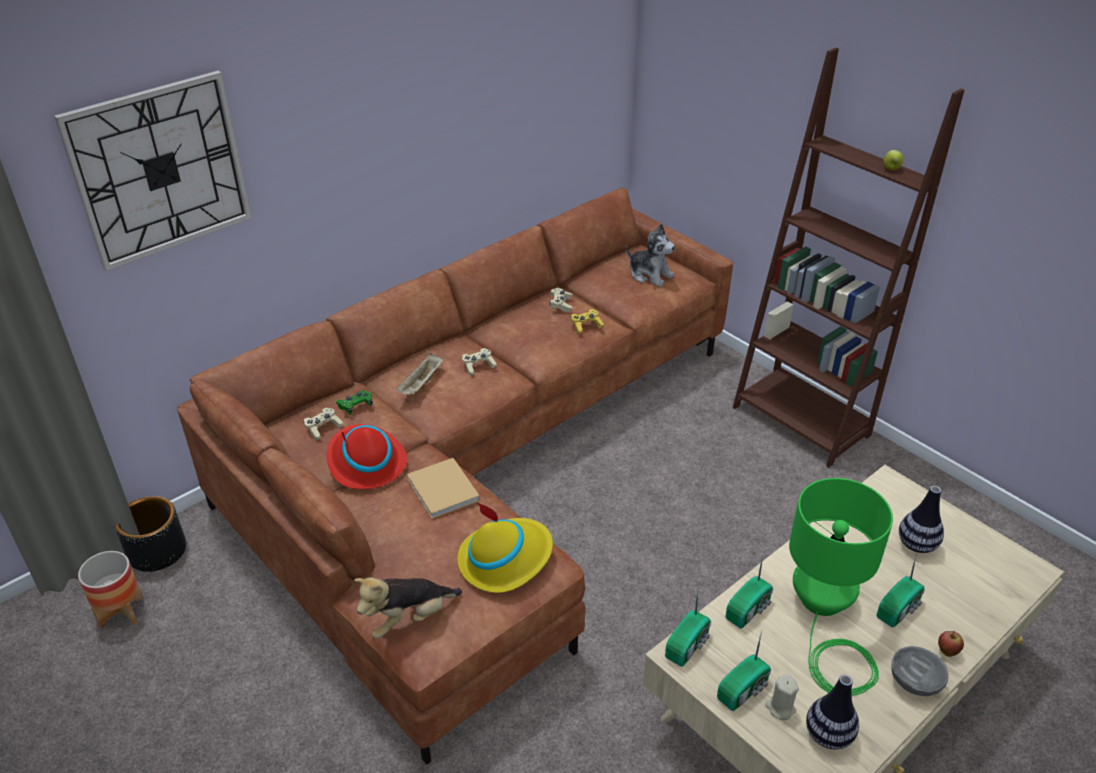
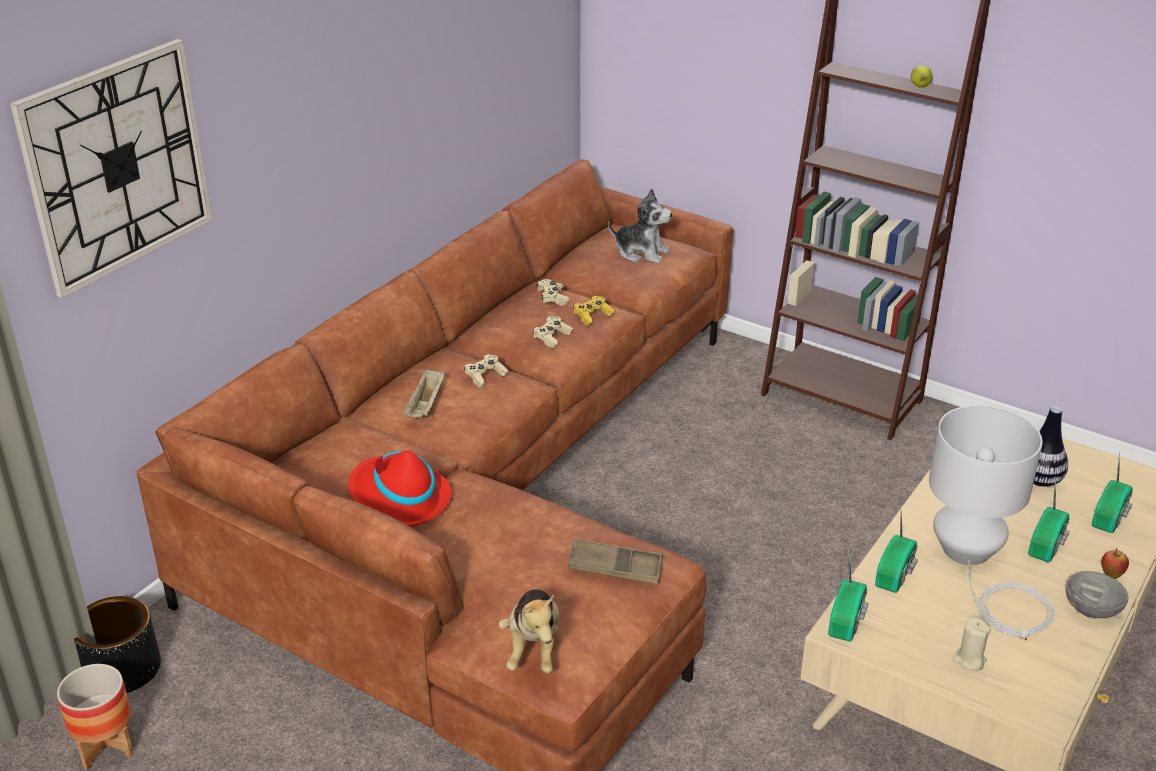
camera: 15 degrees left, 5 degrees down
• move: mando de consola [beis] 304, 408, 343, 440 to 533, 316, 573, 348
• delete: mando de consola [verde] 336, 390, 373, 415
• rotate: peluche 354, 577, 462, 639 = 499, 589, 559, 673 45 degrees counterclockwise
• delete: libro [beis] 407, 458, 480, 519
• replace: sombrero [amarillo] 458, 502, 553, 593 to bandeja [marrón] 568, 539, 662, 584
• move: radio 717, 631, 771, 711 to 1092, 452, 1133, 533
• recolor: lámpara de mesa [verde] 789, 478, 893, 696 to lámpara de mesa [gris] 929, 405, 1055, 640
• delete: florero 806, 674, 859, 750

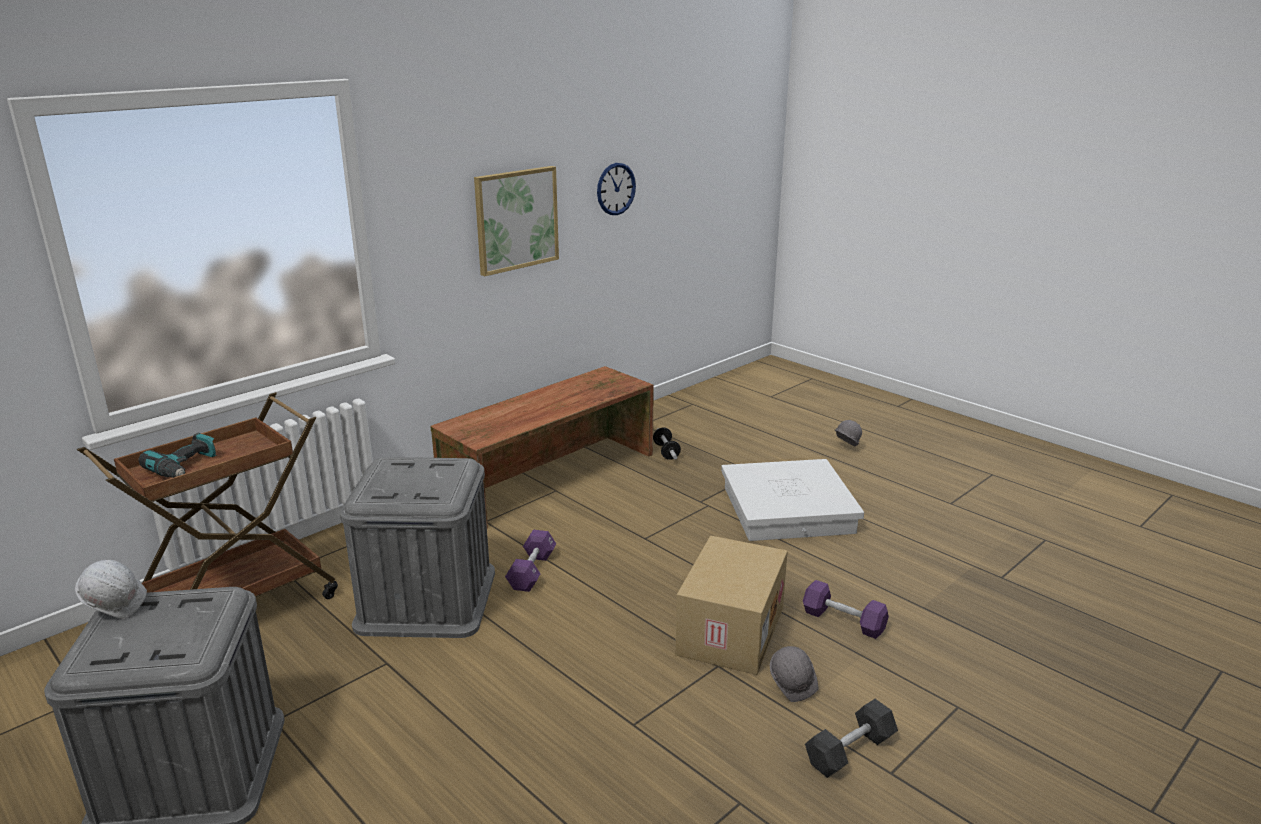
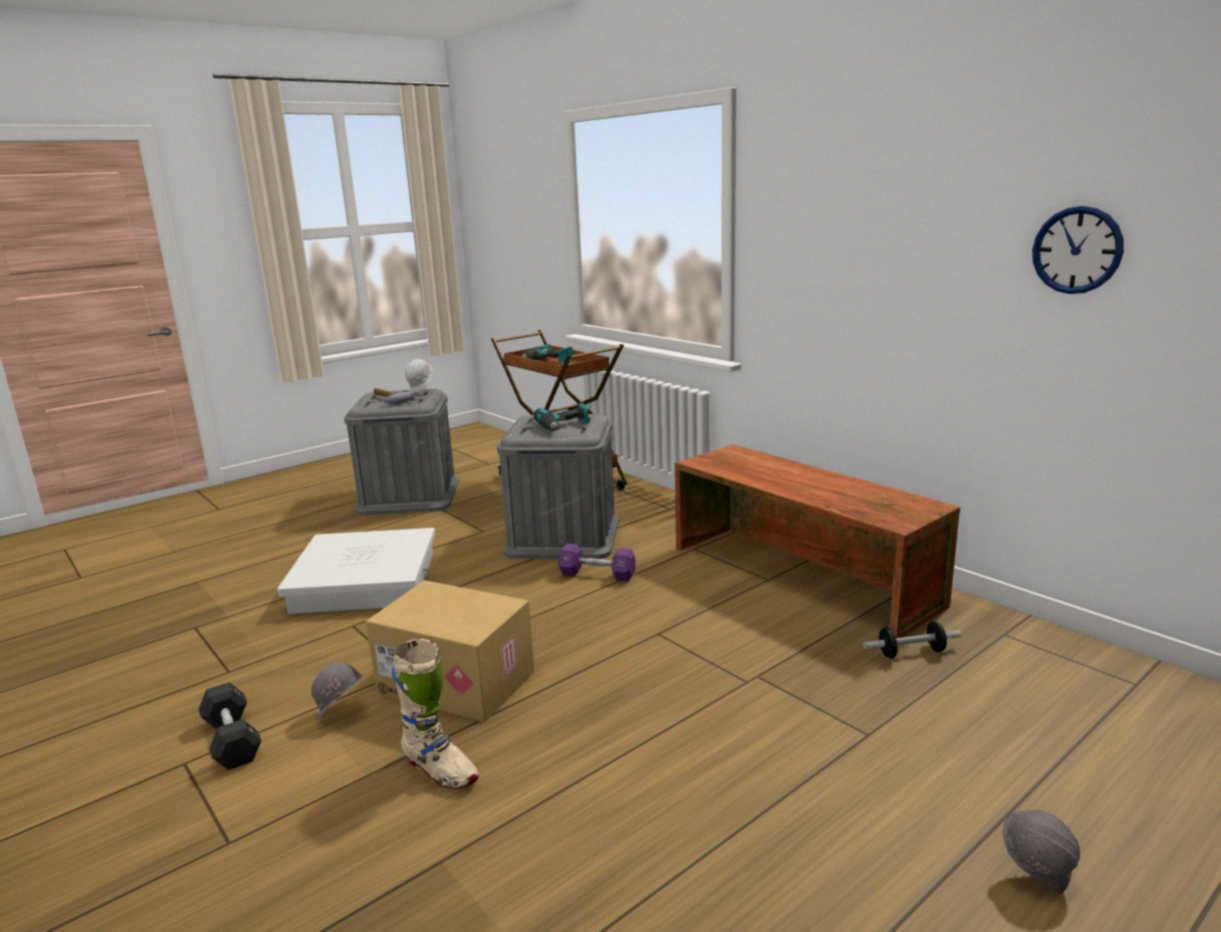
camera: 95 degrees right, 5 degrees down
• delete: cuadro 474, 166, 559, 276
• move: caja de almacenaje [blanco] 721, 459, 864, 541 to 277, 528, 435, 614
• replace: mancuerna [morado] 803, 580, 889, 639 to bota [beis] 392, 638, 479, 789
• insert: martillo 373, 388, 415, 404
• insert: taladro 534, 403, 590, 431

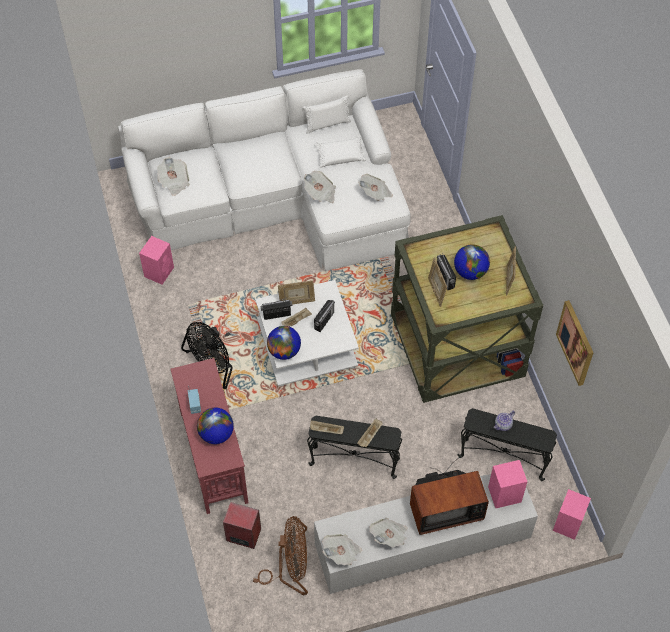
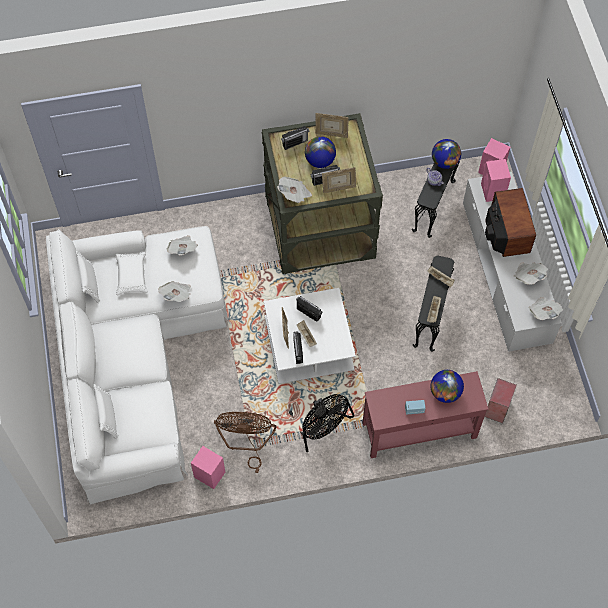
camera: 85 degrees left, 5 degrees up
• move: periódico 157, 157, 190, 196 to 277, 176, 312, 203
• move: ventilador [marrón] 252, 516, 308, 596 to 214, 412, 277, 473
• move: globo terráqueo 267, 326, 301, 360 to 432, 139, 461, 169
• delete: cuadro 556, 300, 593, 386
• insert: cojín [blanco] 93, 384, 118, 439
• insert: radio 281, 126, 309, 150

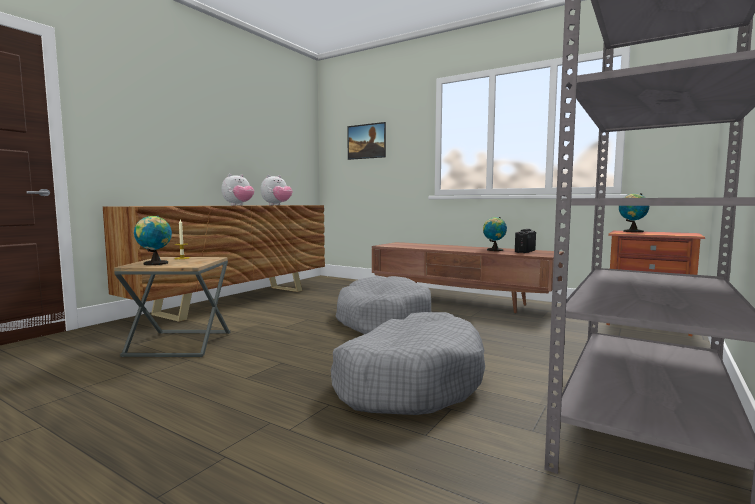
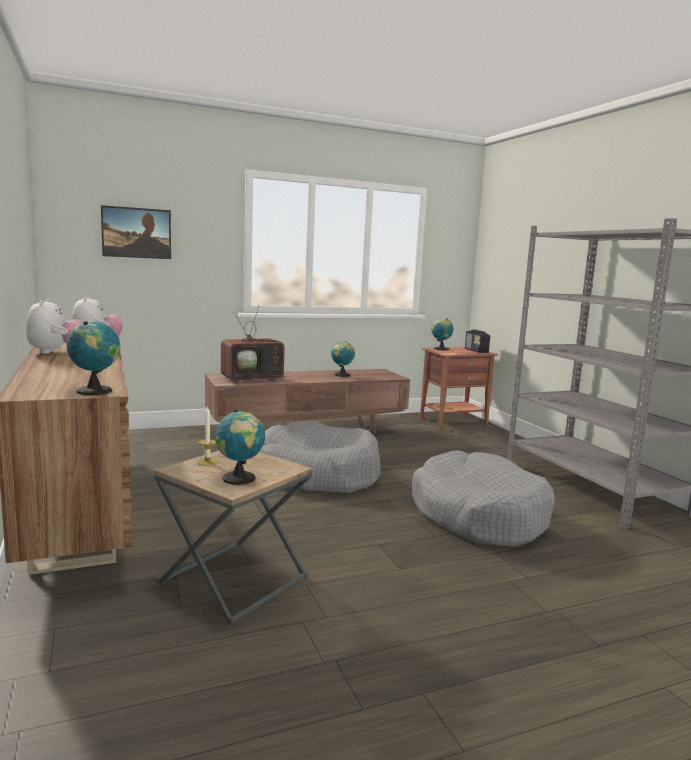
camera: 55 degrees left, 5 degrees up
• move: radio 515, 229, 536, 253 to 465, 329, 490, 353
• insert: globo terráqueo 66, 321, 120, 395
• insert: televisor 221, 306, 286, 383

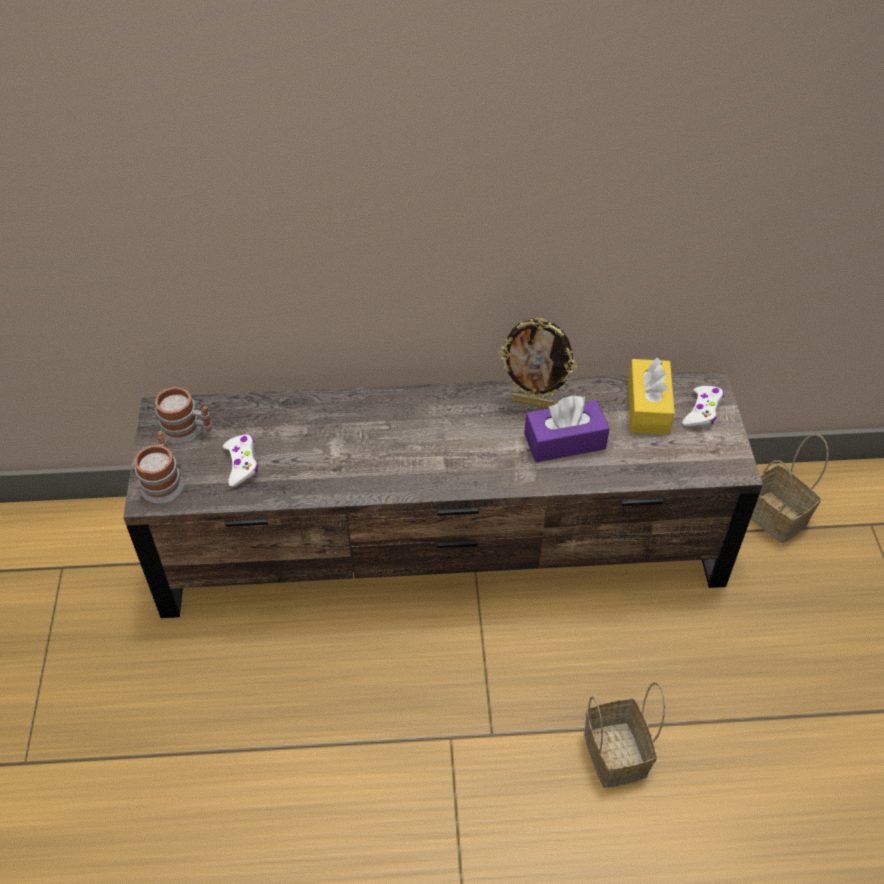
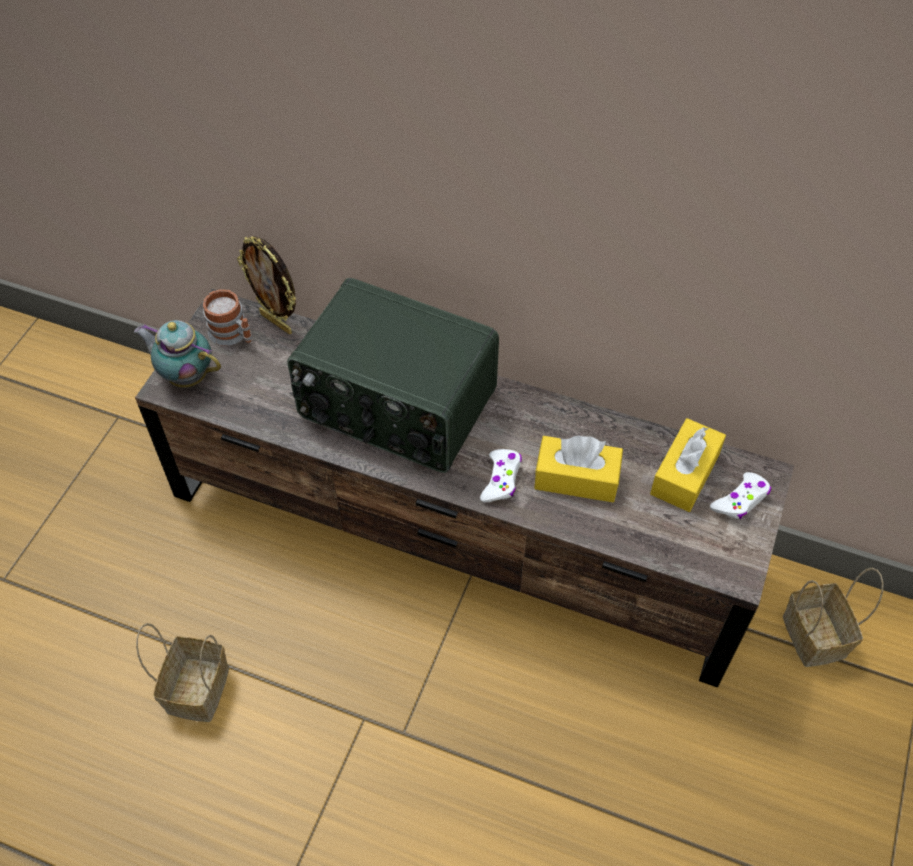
camera: 25 degrees right, 5 degrees up
• replace: taza grande 134, 431, 183, 503 to tetera 134, 320, 221, 388
• move: mando de consola [blanco] 223, 435, 258, 487 to 480, 449, 522, 503
• move: portarretratos 498, 318, 577, 408 to 237, 236, 296, 334
• recolor: caja de pañuelos [morado] 524, 395, 610, 462 to caja de pañuelos [amarillo] 534, 435, 623, 502
• move: cesta 584, 682, 665, 788 to 136, 623, 229, 722
• insert: radio 287, 278, 499, 473

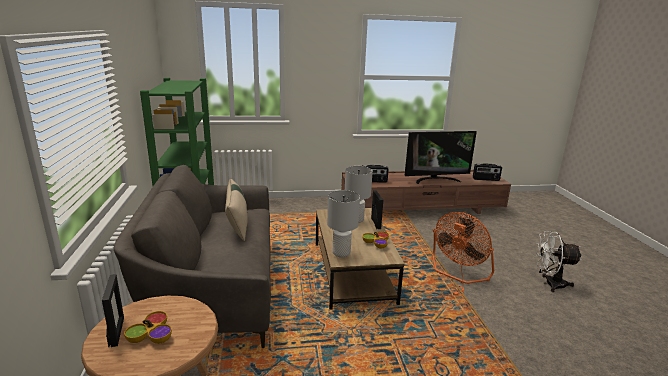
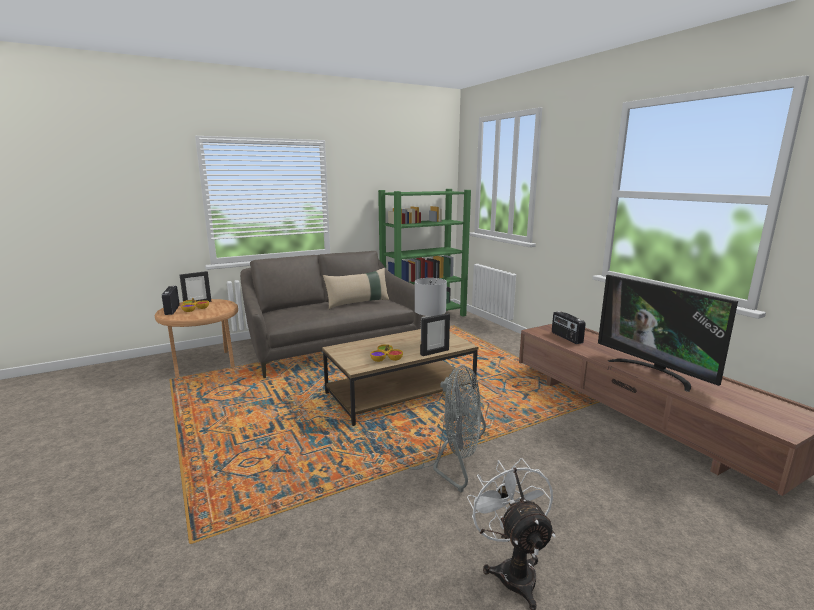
camera: 70 degrees right, 5 degrees down
• delete: lámpara de mesa [gris] 327, 190, 360, 258
• recolor: ventilador [naranja] 432, 212, 494, 295 to ventilador [gris] 396, 365, 486, 492
• move: radio 473, 163, 502, 181 to 162, 286, 180, 315

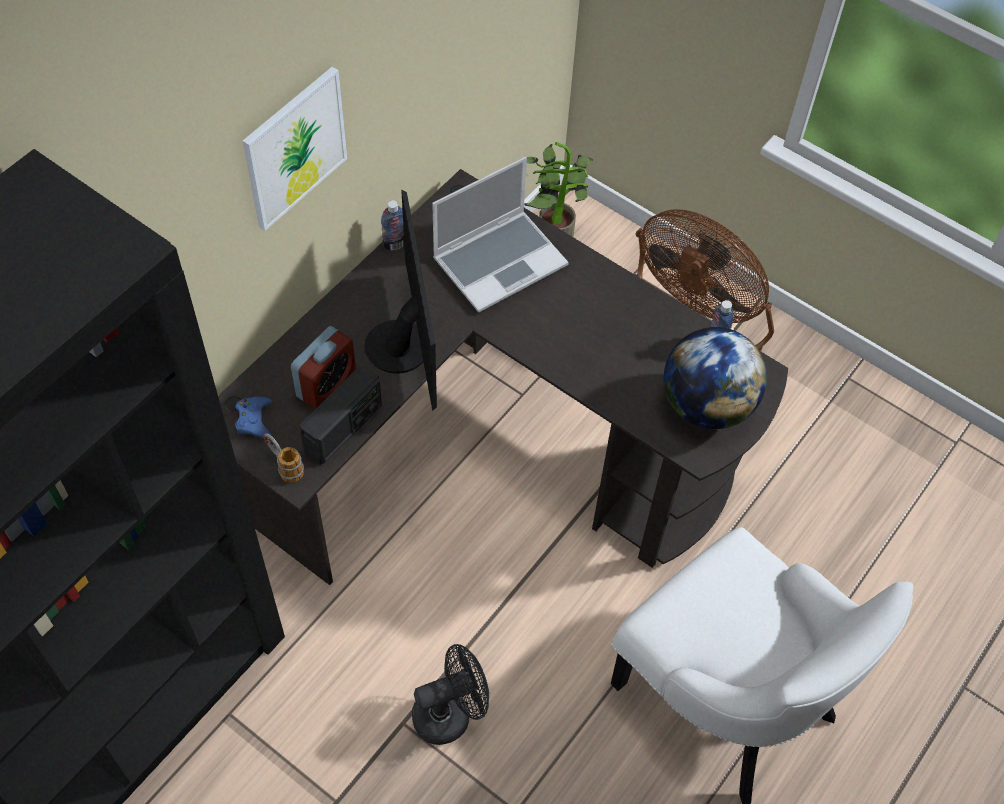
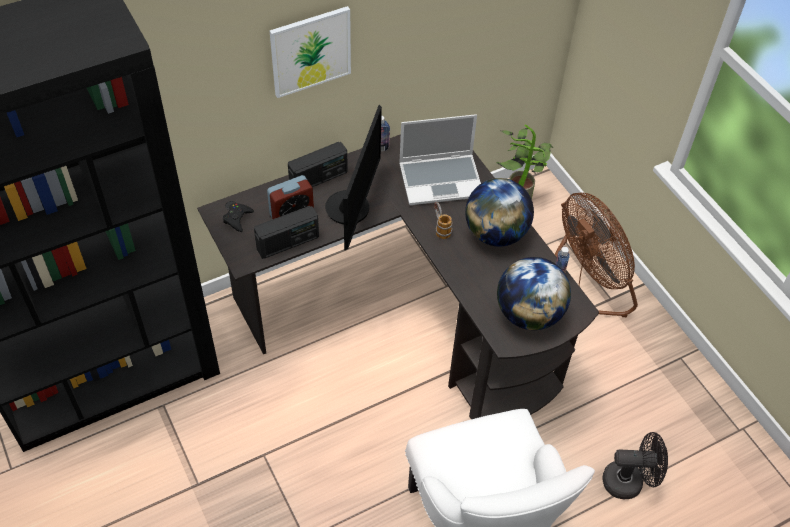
camera: 25 degrees right, 5 degrees down
• recolor: mando de consola [azul] 235, 397, 272, 438 to mando de consola [negro] 223, 203, 254, 232
• move: taza grande 263, 433, 304, 483 to 434, 202, 452, 239
• move: ventilador [negro] 412, 644, 489, 745 to 603, 432, 668, 499
• insert: radio 288, 142, 348, 187
• insert: globo terráqueo 465, 178, 534, 247

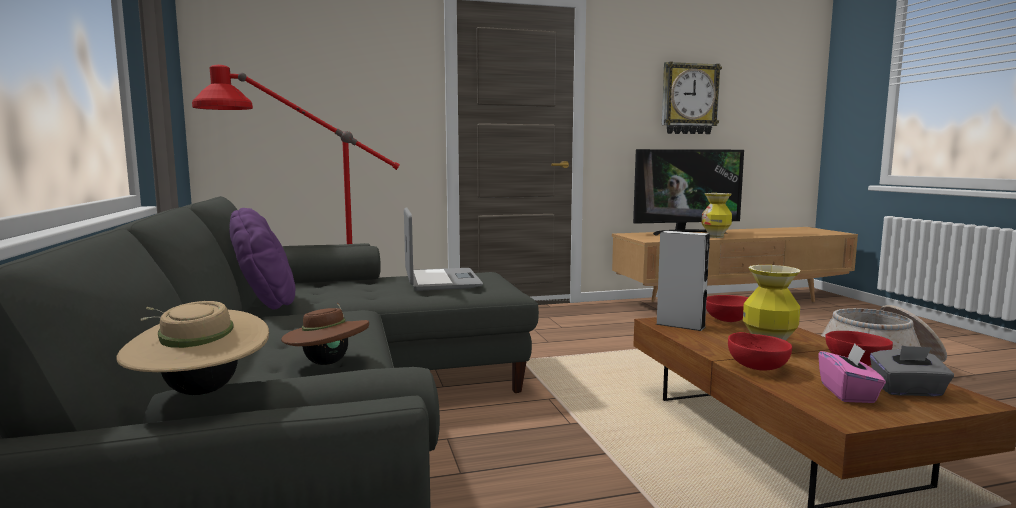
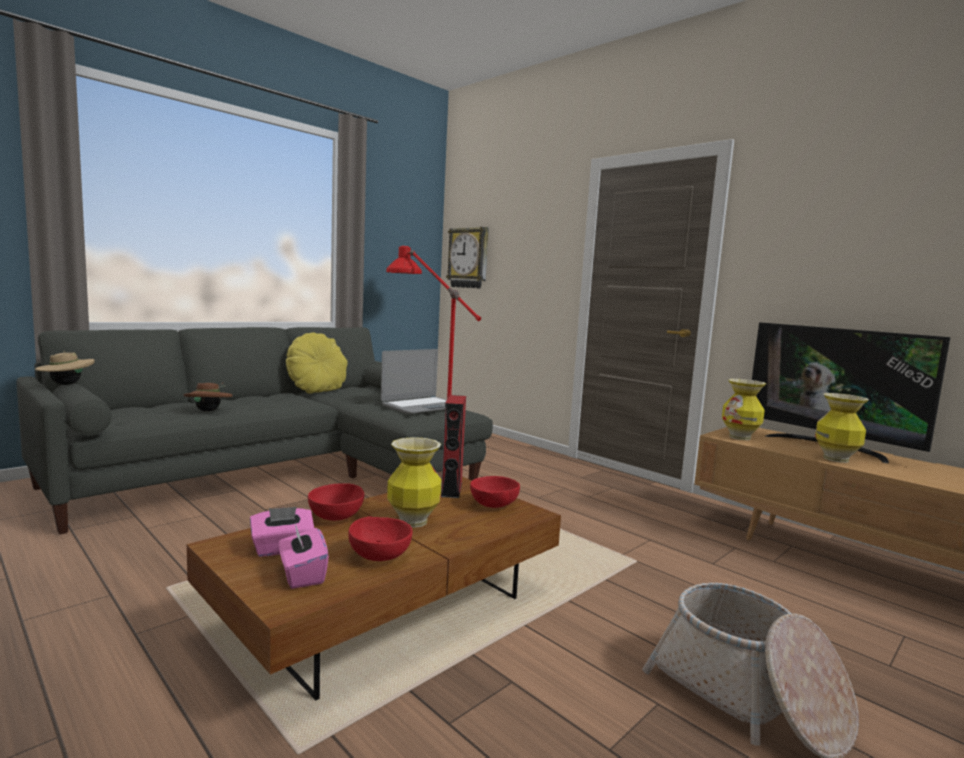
camera: 60 degrees right, 0 degrees up
• recolor: cojín [morado] 230, 208, 295, 310 to cojín [amarillo] 286, 333, 348, 394
• recolor: altavoz [gris] 655, 231, 710, 331 to altavoz [rojo] 441, 395, 466, 498
• move: reloj de pared 662, 61, 722, 134 to 446, 227, 489, 289
• recolor: caja de pañuelos [gris] 870, 346, 954, 396 to caja de pañuelos [rosa] 279, 524, 329, 589
• insert: florero 722, 379, 766, 440

